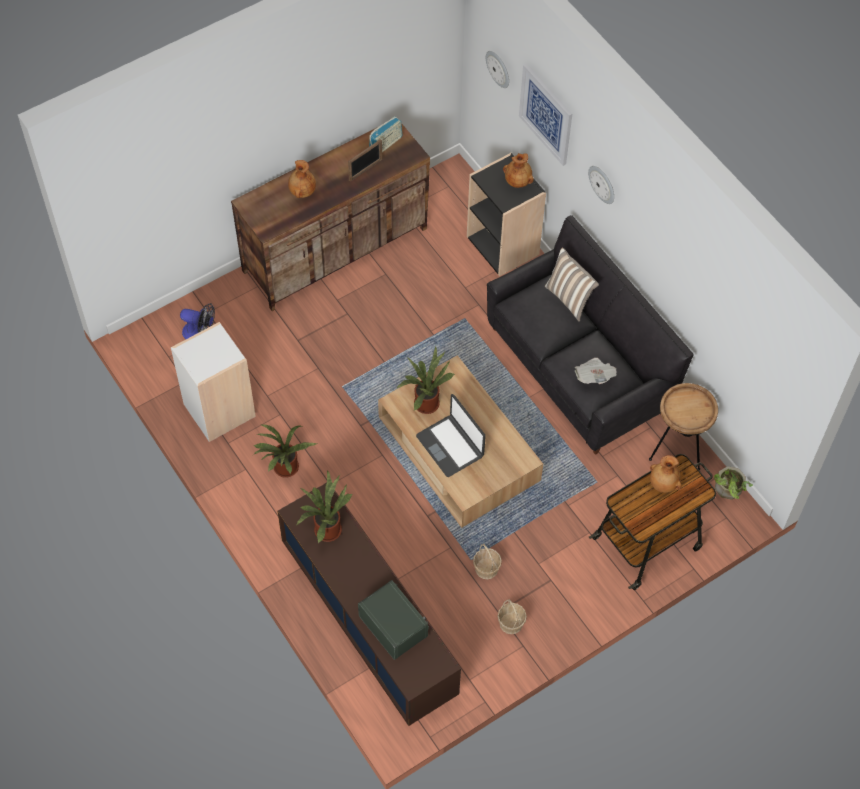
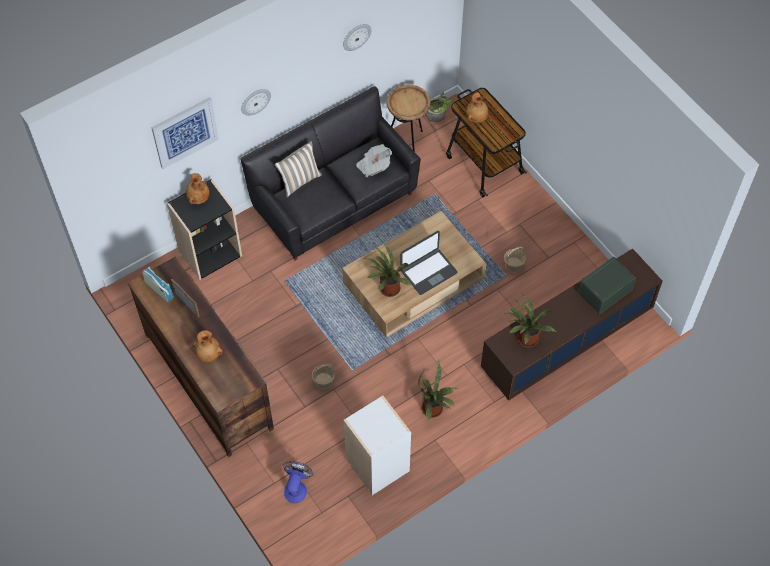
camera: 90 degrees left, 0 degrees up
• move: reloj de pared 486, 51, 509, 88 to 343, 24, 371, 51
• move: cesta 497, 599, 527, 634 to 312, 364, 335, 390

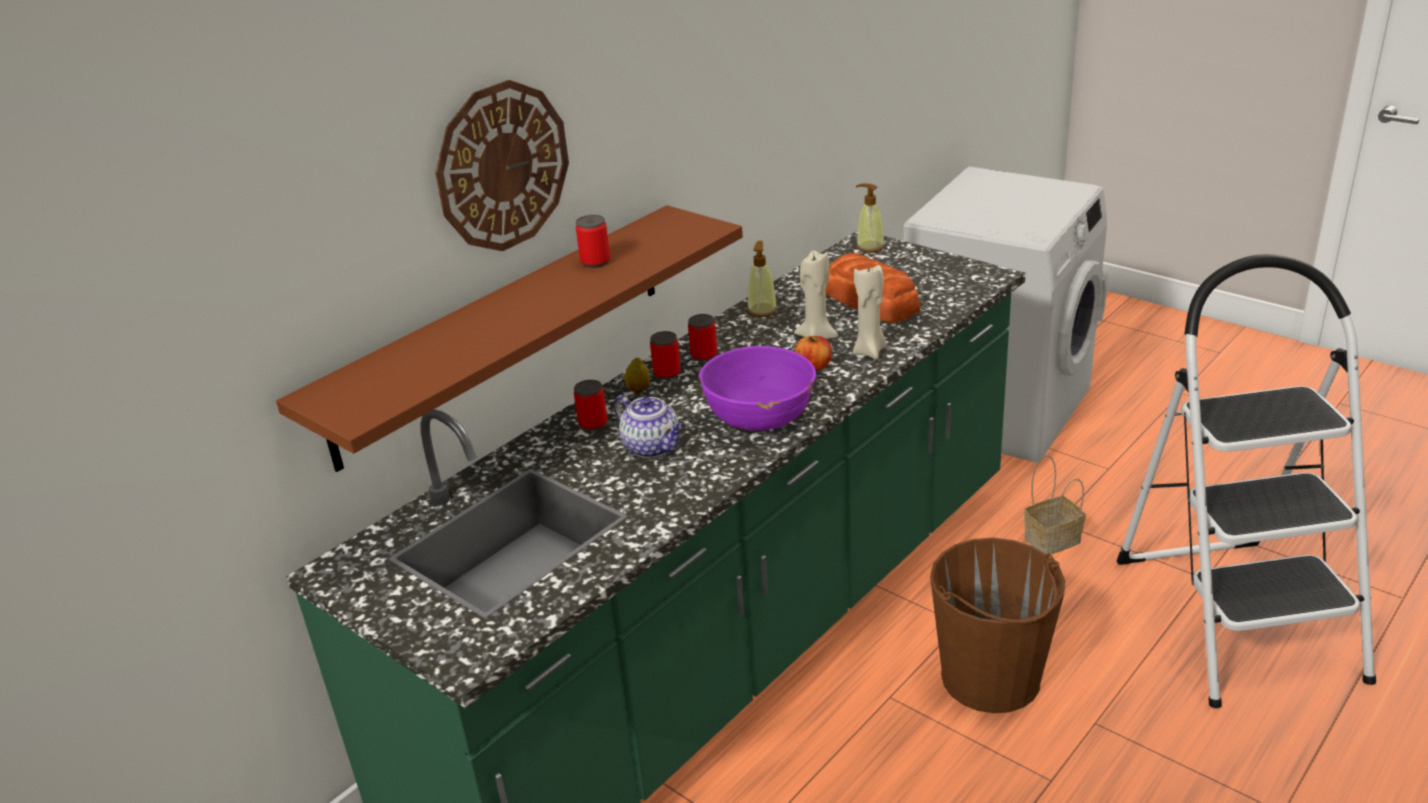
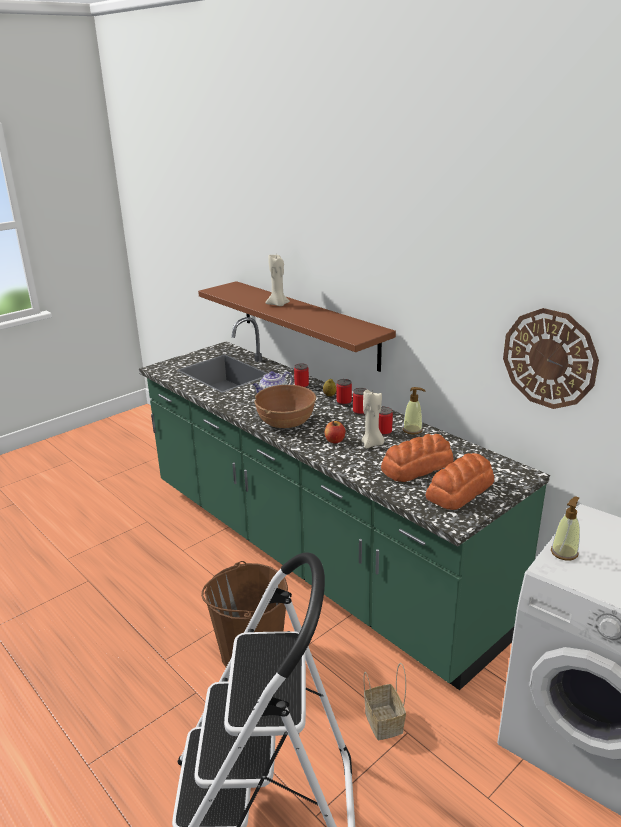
camera: 95 degrees right, 5 degrees down
• move: reloj de pared 435, 80, 569, 251 to 503, 308, 599, 409
• move: lata 576, 215, 610, 268 to 379, 407, 393, 436
• recolor: cuenco [morado] 699, 346, 816, 431 to cuenco [marrón] 254, 385, 316, 428
• move: vela [beis] 853, 263, 887, 359 to 266, 255, 290, 306
• move: dispensador de jabón 856, 183, 885, 253 to 551, 497, 580, 561
• insert: pan 425, 453, 494, 510

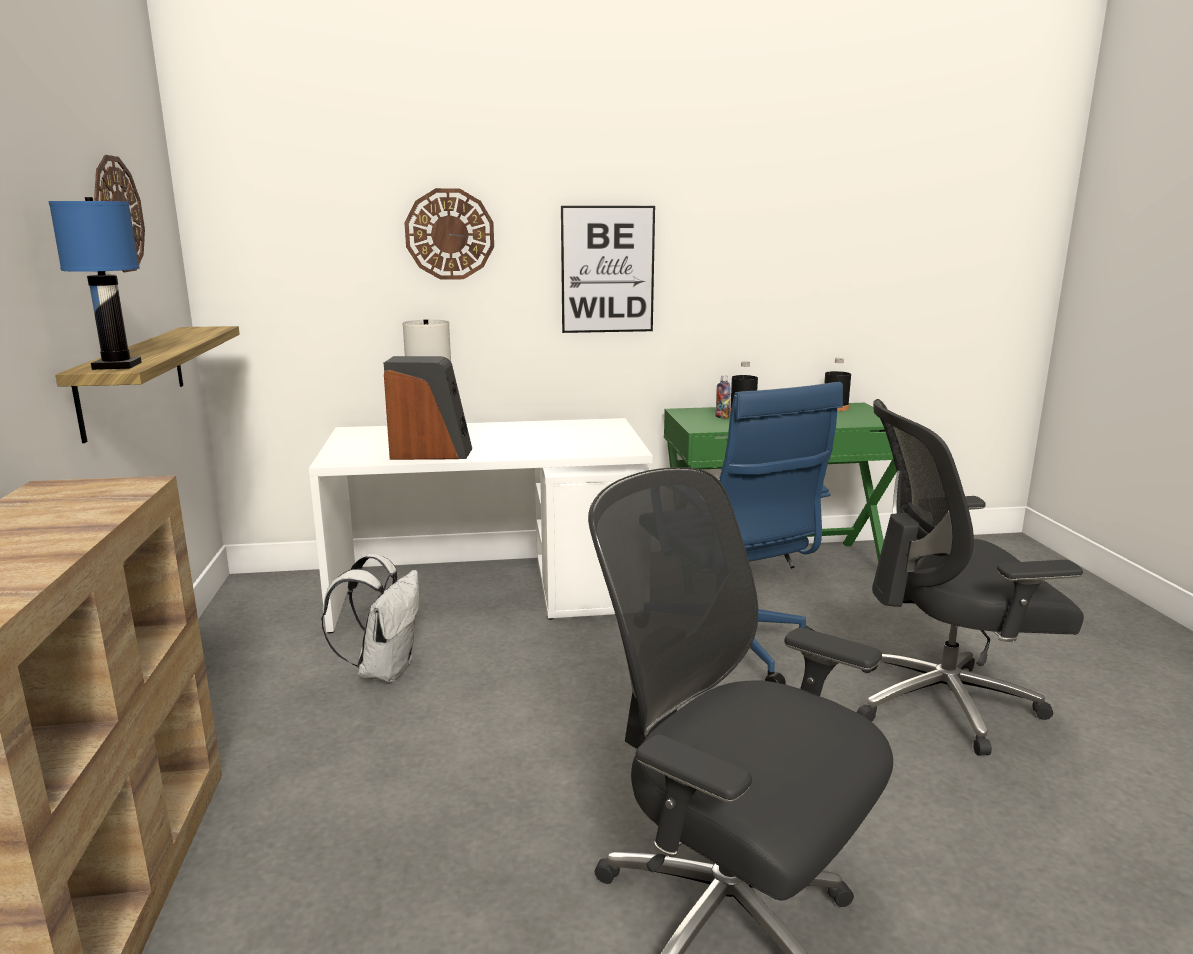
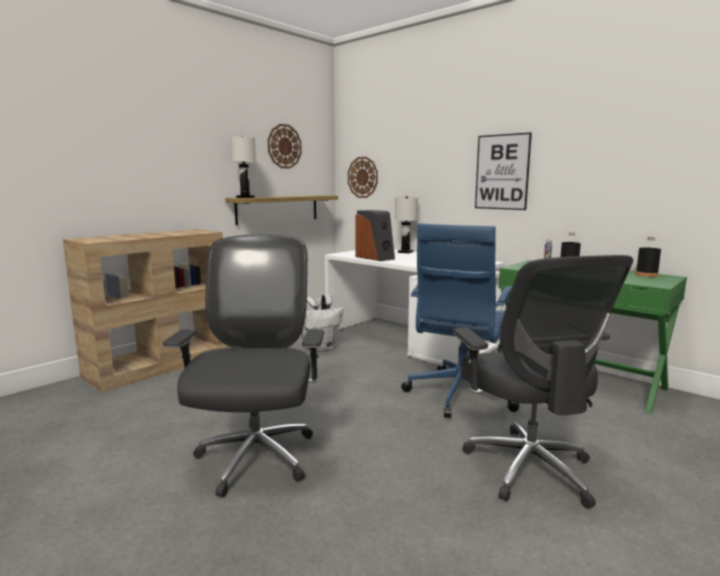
camera: 50 degrees right, 5 degrees down
• recolor: lámpara de mesa [azul] 49, 197, 142, 370 to lámpara de mesa [blanco] 230, 136, 256, 198
• move: reloj de pared 404, 188, 494, 280 to 348, 157, 378, 198
• rotate: silla de oficina 857, 399, 1084, 755 = 453, 255, 633, 509 150 degrees counterclockwise

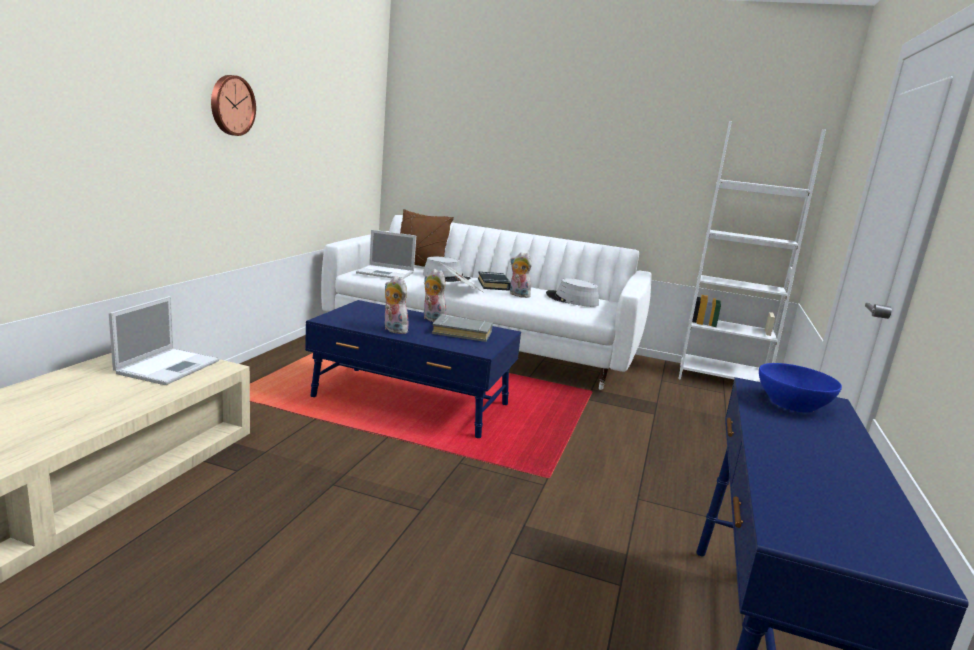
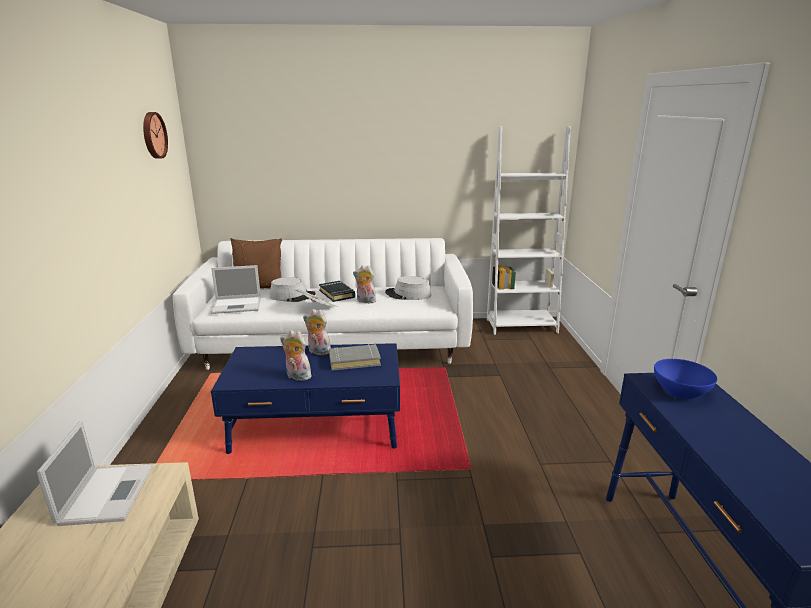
camera: 20 degrees left, 5 degrees up
• move: reloj de pared 211, 75, 256, 136 to 143, 112, 168, 159

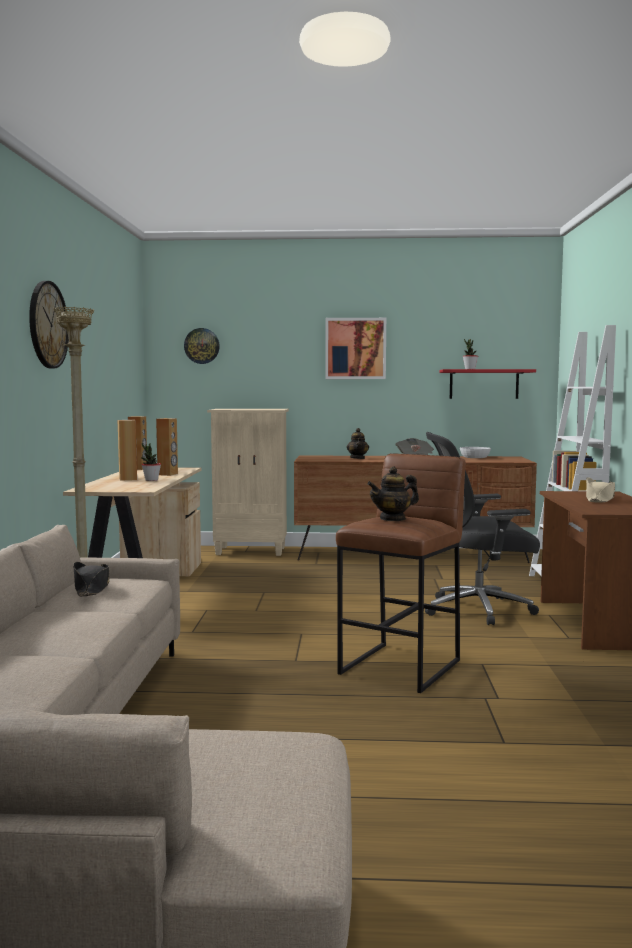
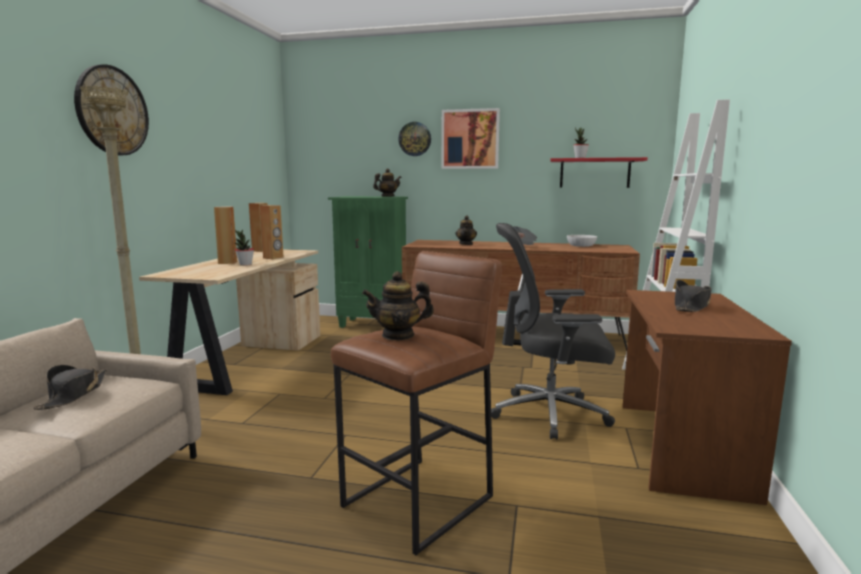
camera: 10 degrees right, 5 degrees up
• move: reloj de pared 184, 328, 220, 364 to 398, 122, 431, 156
• recolor: armario [beis] 207, 409, 289, 556 to armario [verde] 328, 196, 408, 328
• recolor: sombrero [beis] 586, 477, 615, 503 to sombrero [negro] 675, 280, 711, 312
• insert: tetera 373, 169, 401, 197

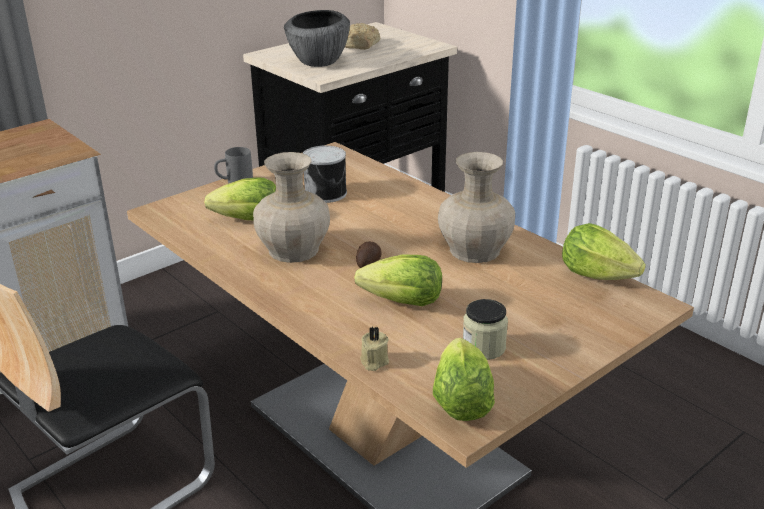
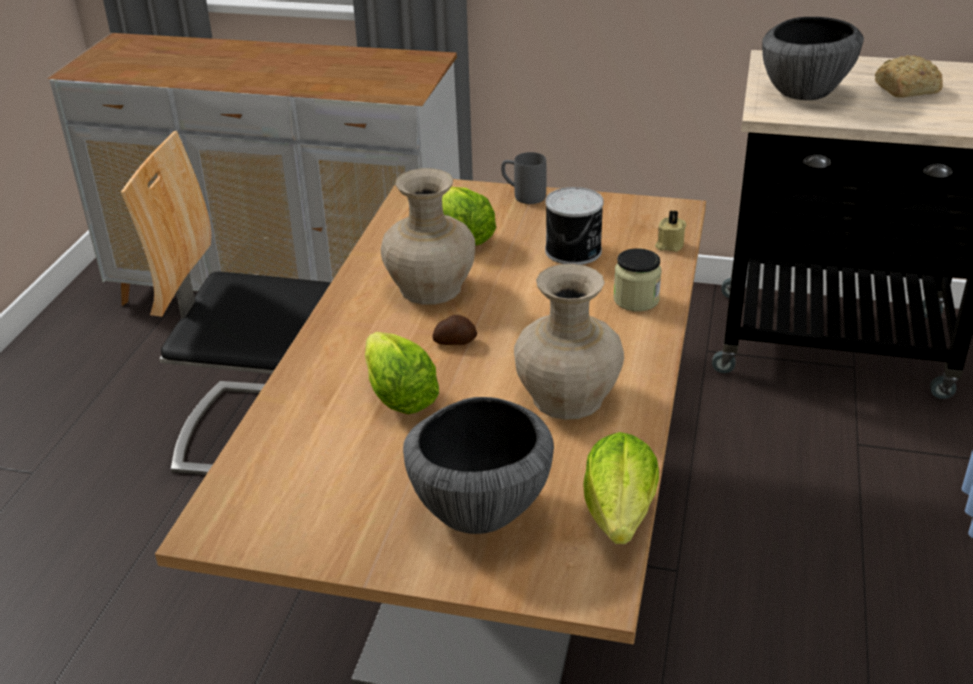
camera: 55 degrees right, 5 degrees up
• move: vela [beis] 360, 327, 389, 371 to 655, 211, 686, 252
• delete: lechuga 433, 338, 495, 421
• move: tarro 463, 299, 508, 360 to 614, 248, 662, 312
• insert: cuenco 403, 397, 554, 534

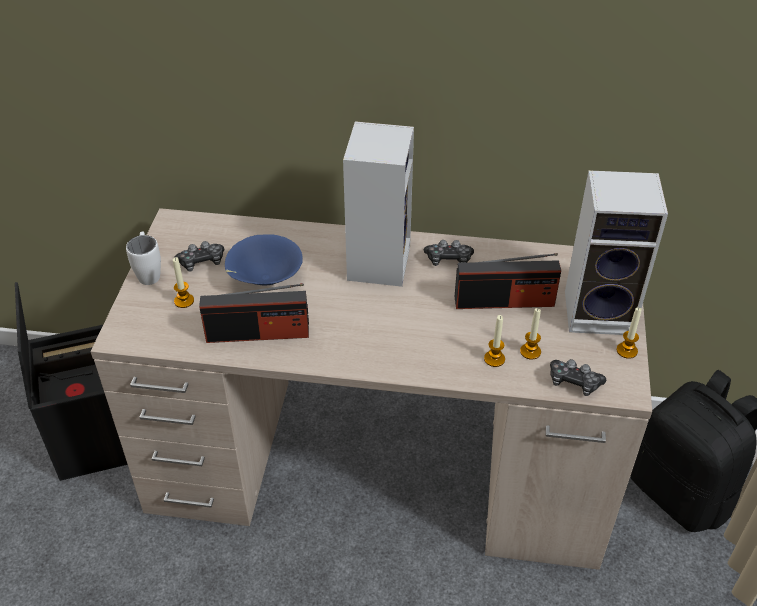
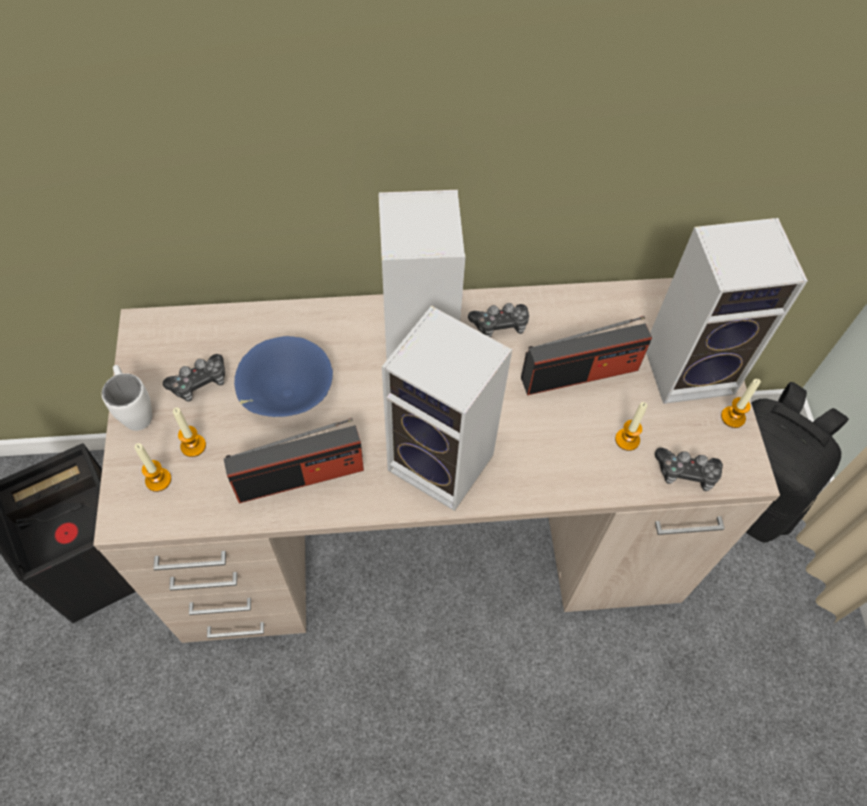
camera: 15 degrees left, 15 degrees up
• move: vela 484, 315, 505, 367 to 134, 443, 171, 492
• insert: altavoz 382, 306, 512, 511

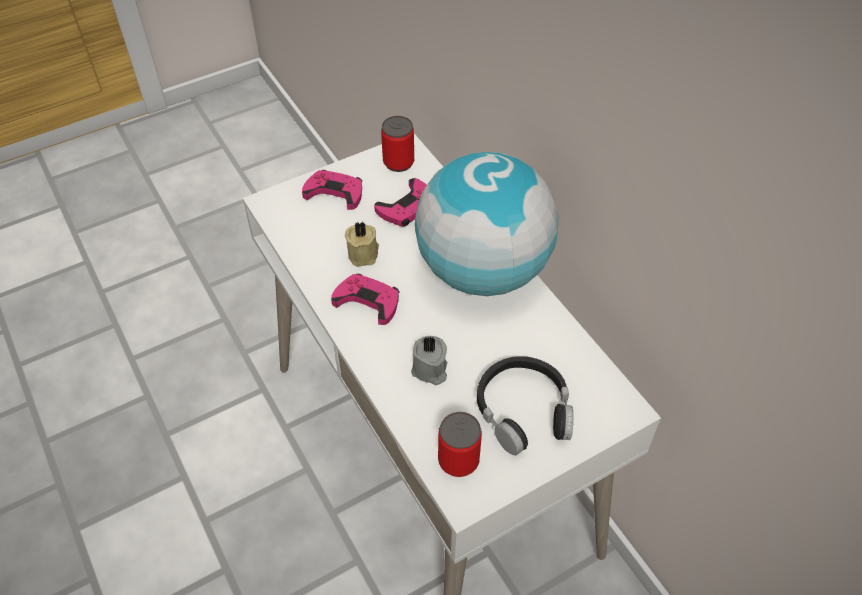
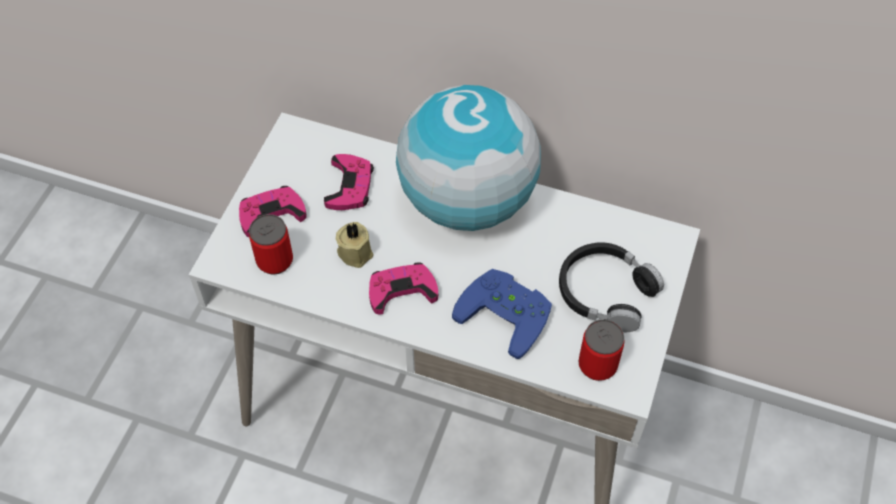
camera: 40 degrees left, 5 degrees up
• move: lata 381, 116, 414, 172 to 249, 214, 293, 275
• replace: vela [gris] 411, 336, 447, 385 to mando de consola [azul] 452, 269, 552, 359

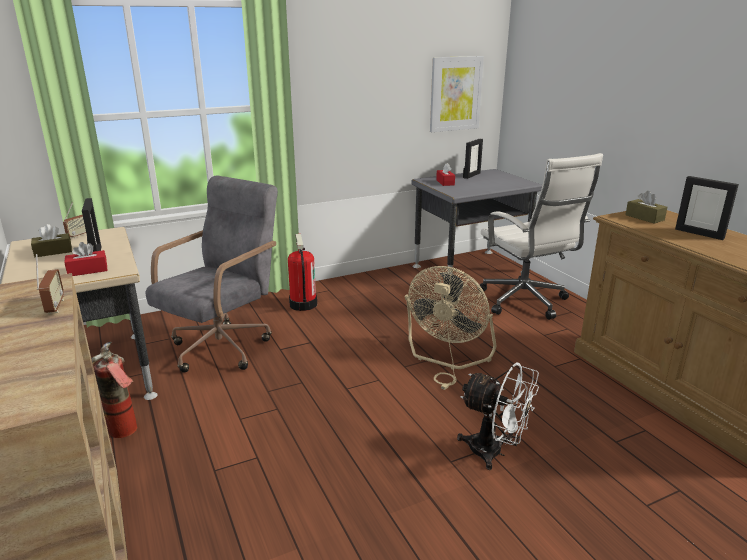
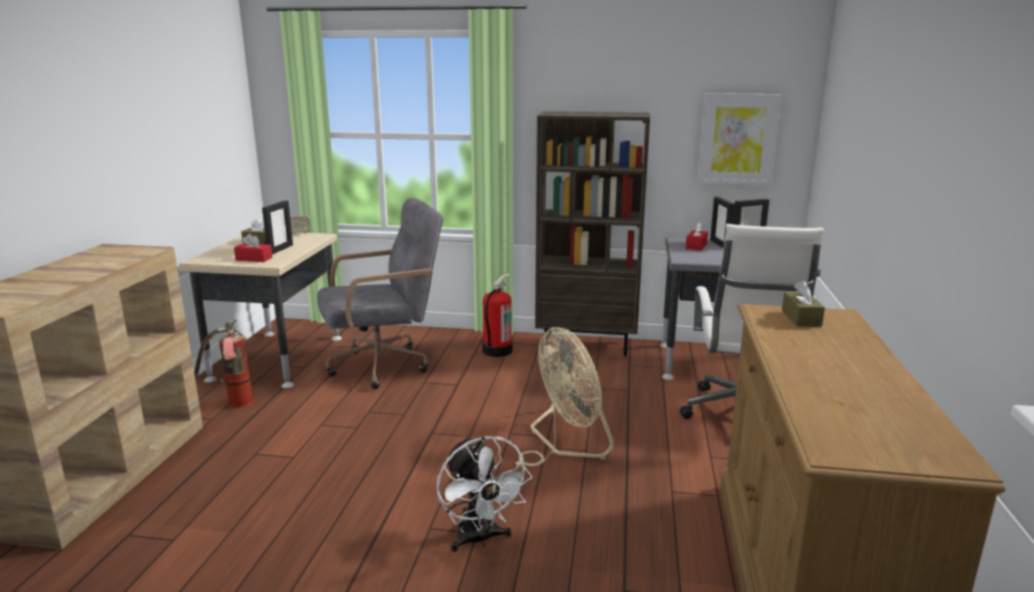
camera: 35 degrees right, 5 degrees down
• delete: radio 36, 254, 64, 314
• move: portarretratos 675, 176, 739, 240 to 710, 197, 735, 248
• insert: estantería [marrón] 535, 111, 650, 356

